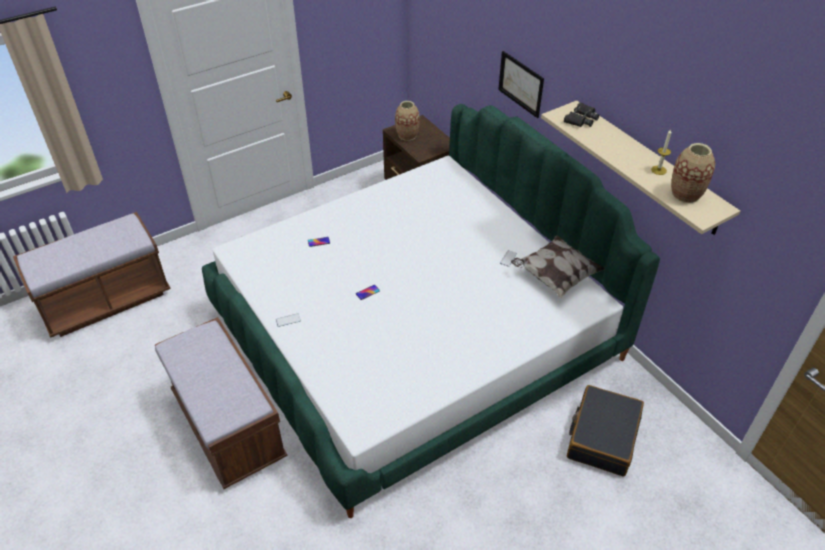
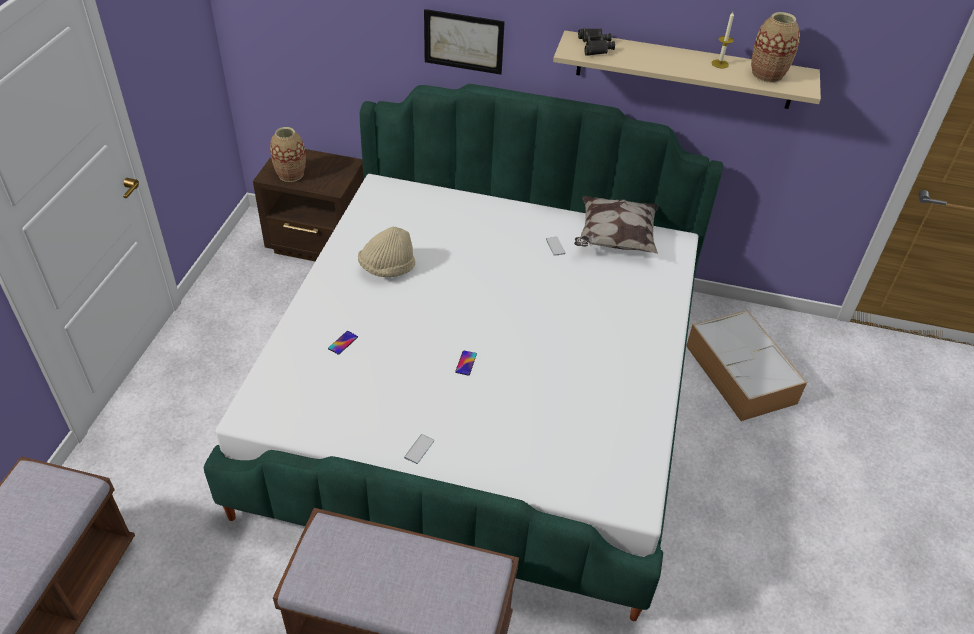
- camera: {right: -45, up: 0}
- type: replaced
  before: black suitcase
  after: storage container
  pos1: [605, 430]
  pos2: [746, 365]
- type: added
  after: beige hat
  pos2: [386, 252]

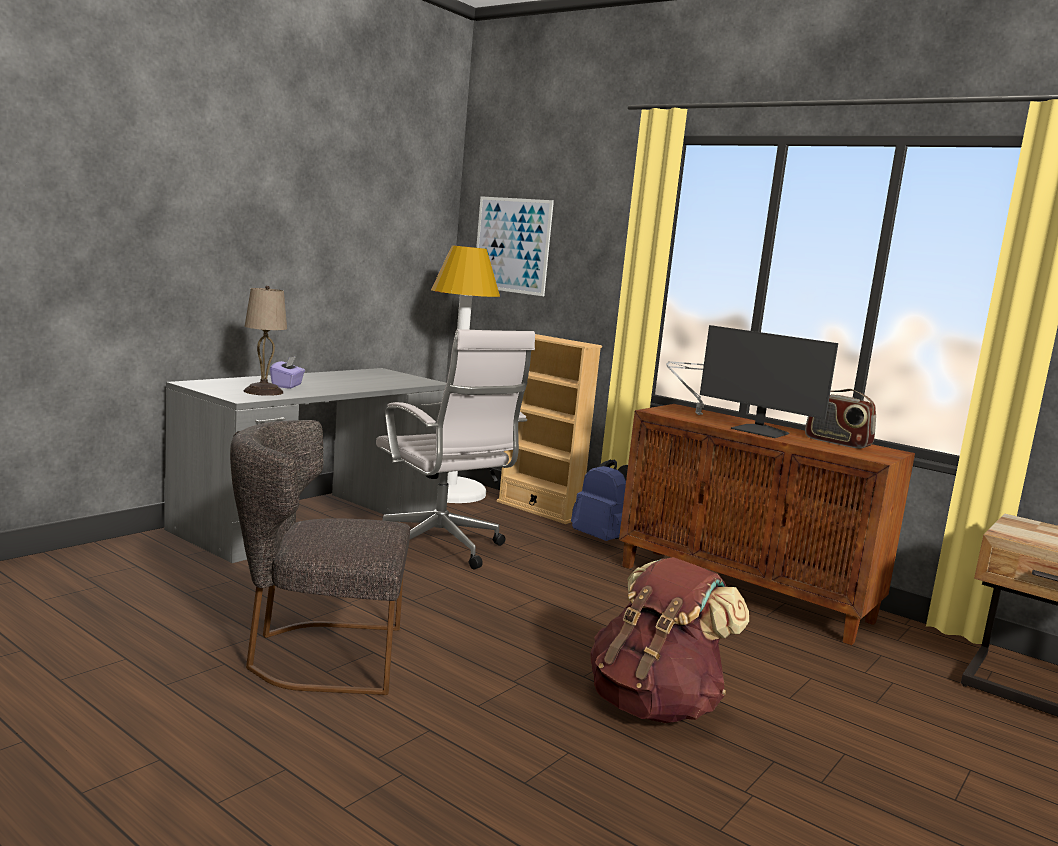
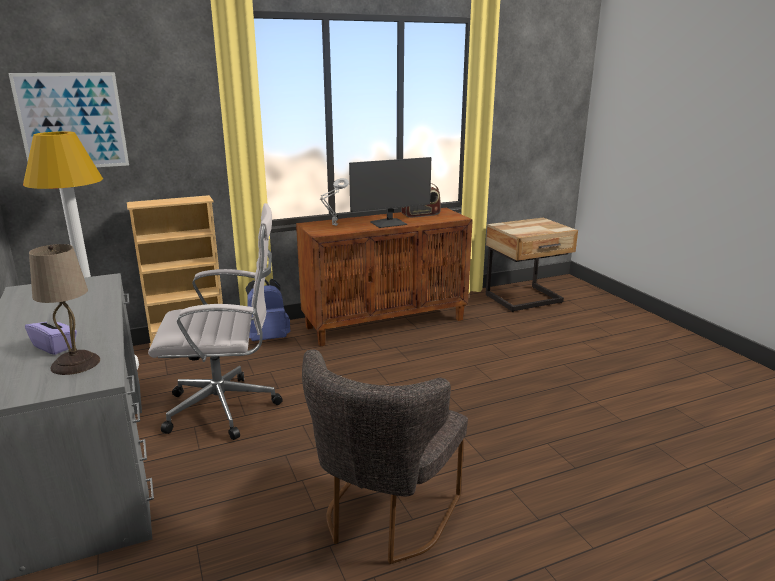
- camera: {right: -60, up: 10}
- type: removed
  before: brown-coloured backpack
  pos1: [670, 640]

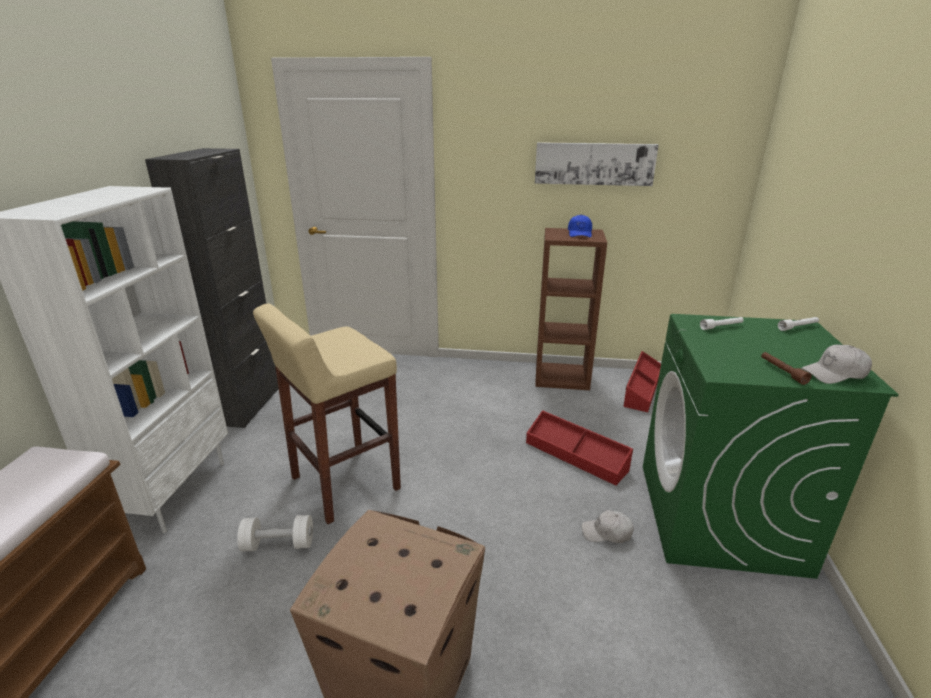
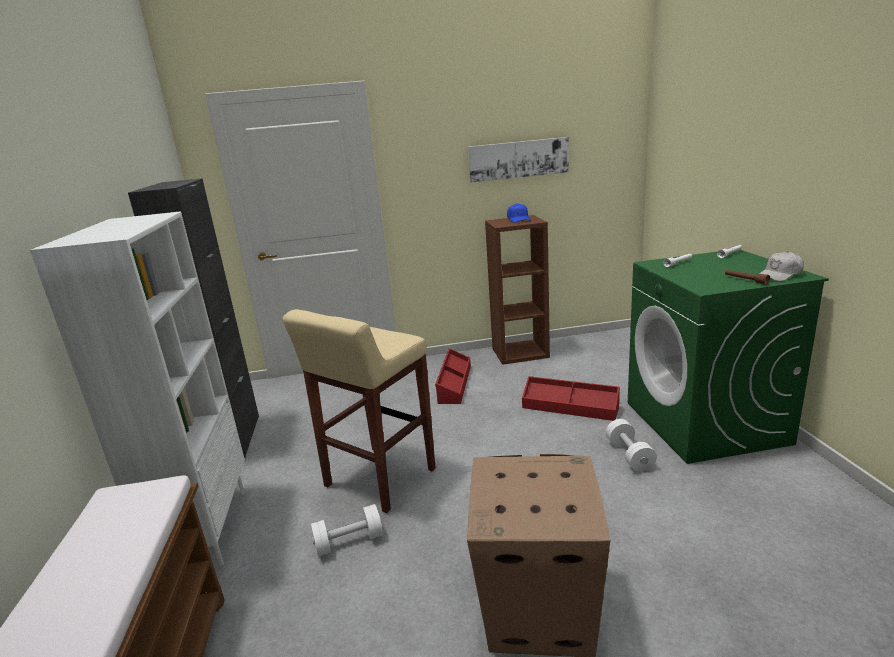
- camera: {right: -15, up: -5}
- type: moved
  before: red-coloured storage container
  pos1: [642, 381]
  pos2: [453, 376]
- type: replaced
  before: whitish cap
  after: whitish hand weight
  pos1: [608, 526]
  pos2: [631, 445]

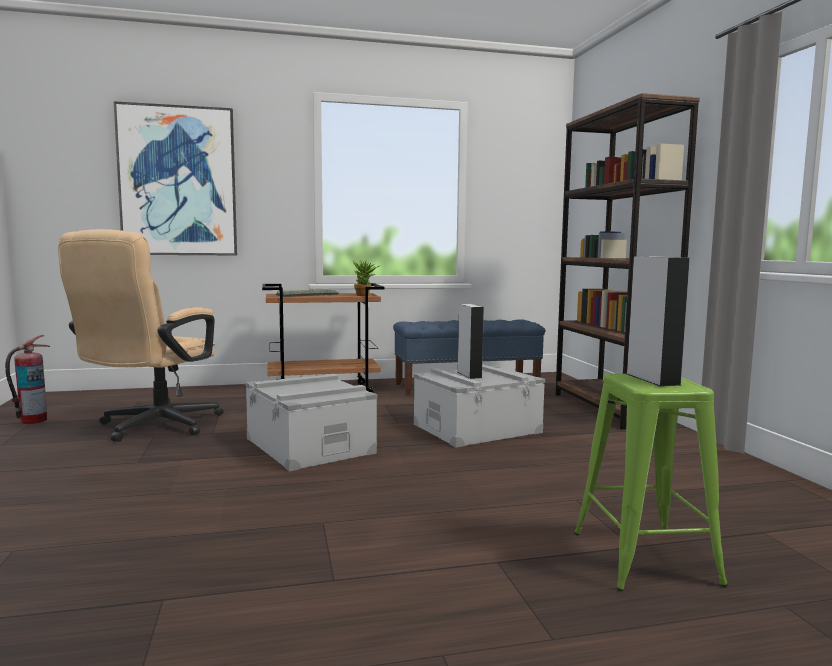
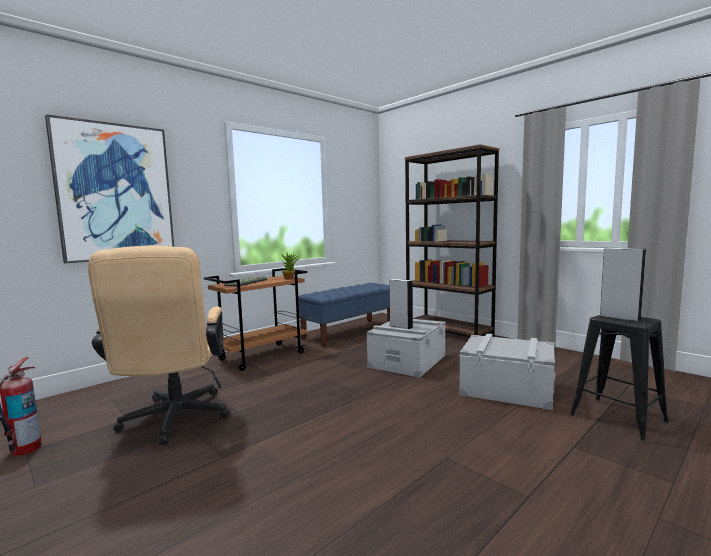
- camera: {right: -30, up: 0}
- type: recoloured
  before: greenish stool seat
  after: black stool seat
  pos1: [651, 482]
  pos2: [619, 378]
- type: moved
  before: greyish storage container
  pos1: [311, 422]
  pos2: [507, 372]

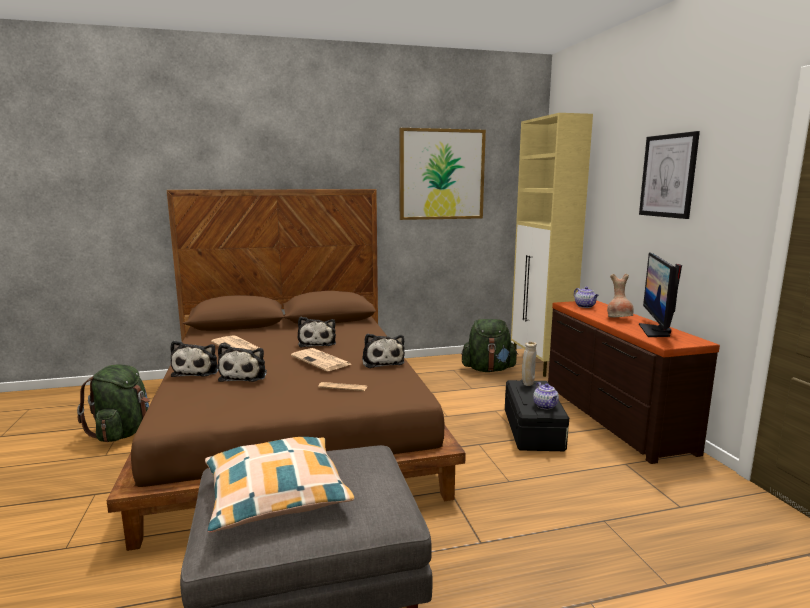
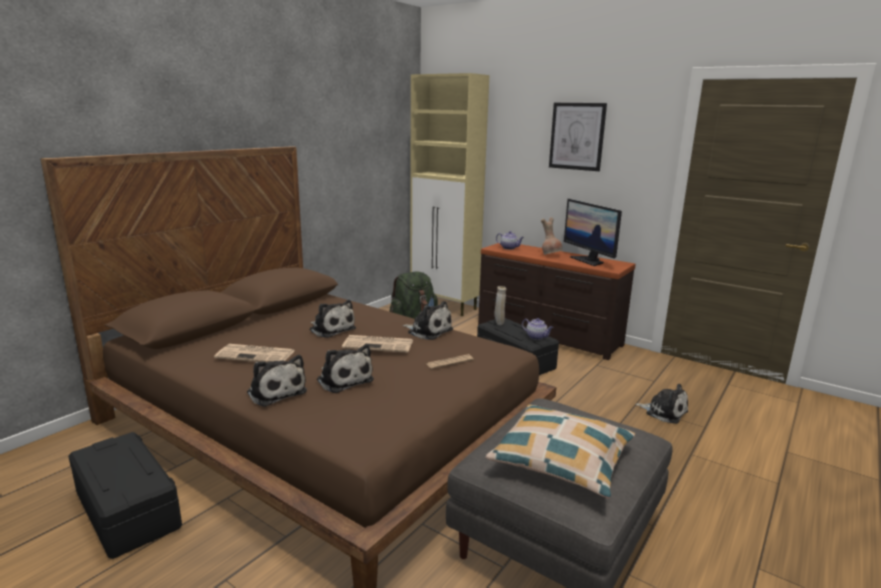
- camera: {right: -40, up: 5}
- type: removed
  before: picture
  pos1: [442, 174]
- type: replaced
  before: greenish backpack
  after: black storage container
  pos1: [113, 403]
  pos2: [125, 495]
- type: added
  after: cuddly toy
  pos2: [661, 404]

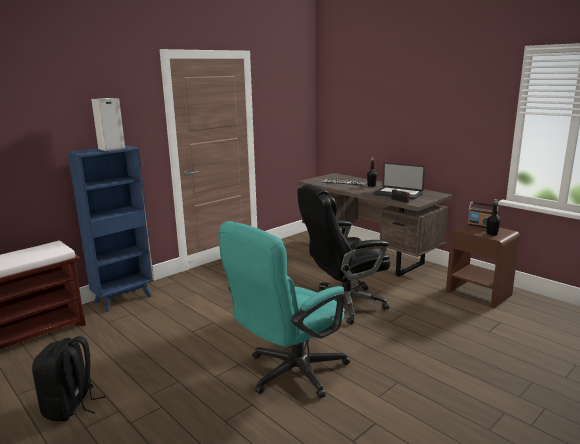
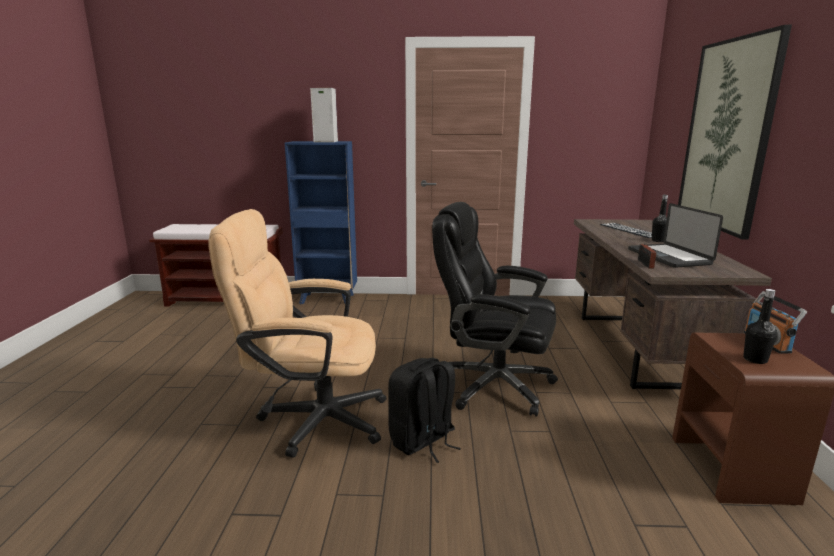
- camera: {right: 45, up: 0}
- type: recoloured
  before: turquoise computer chair
  after: beige computer chair
  pos1: [284, 309]
  pos2: [297, 333]
- type: moved
  before: black backpack
  pos1: [68, 378]
  pos2: [424, 410]
- type: added
  after: picture
  pos2: [735, 132]

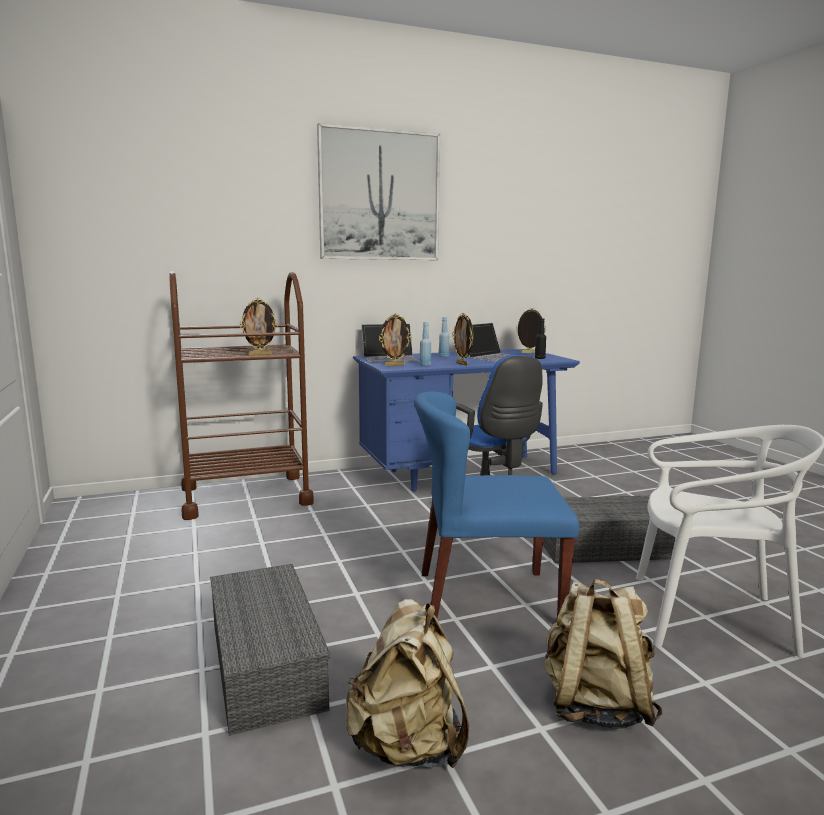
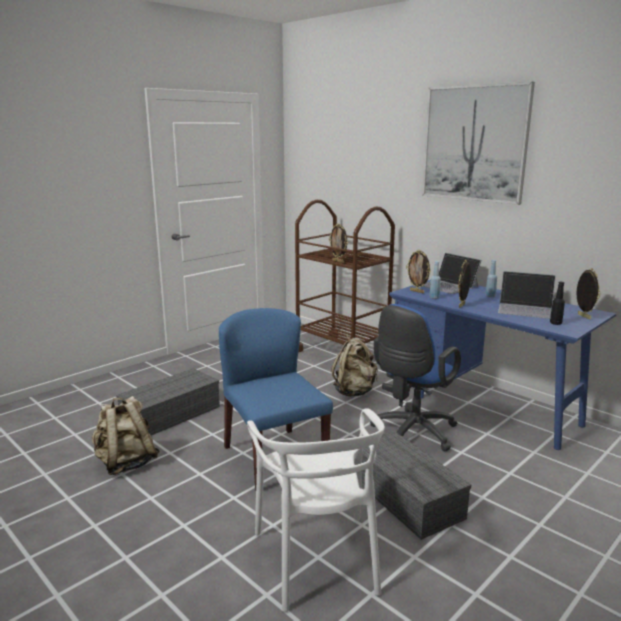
- camera: {right: 65, up: 5}
- type: moved
  before: beige backpack
  pos1: [603, 654]
  pos2: [355, 365]

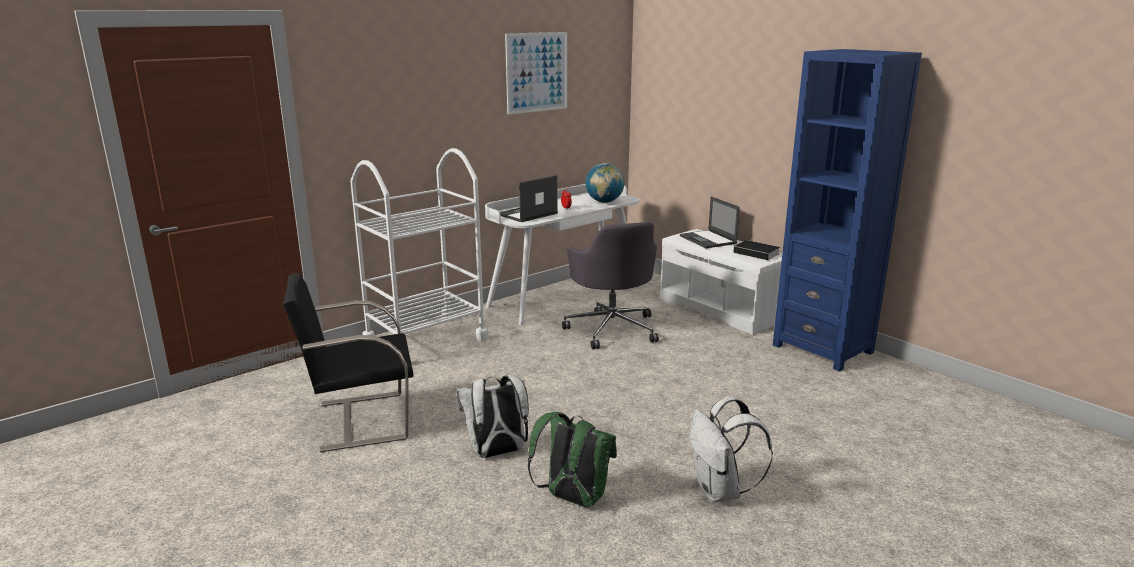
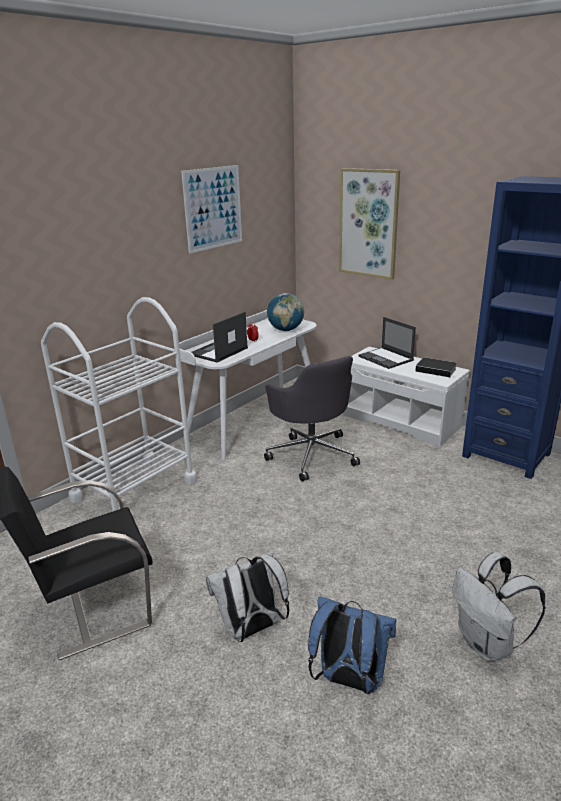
- camera: {right: -10, up: 5}
- type: recoloured
  before: greenish backpack
  after: bluish backpack
  pos1: [572, 459]
  pos2: [352, 645]
- type: added
  after: picture
  pos2: [369, 224]

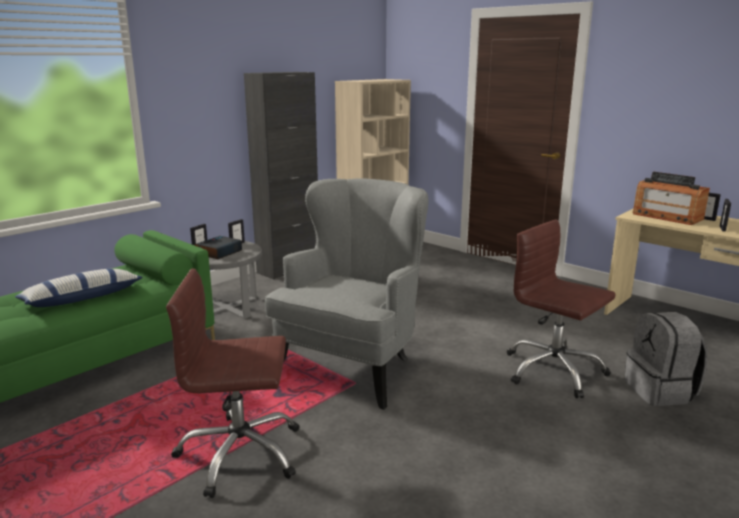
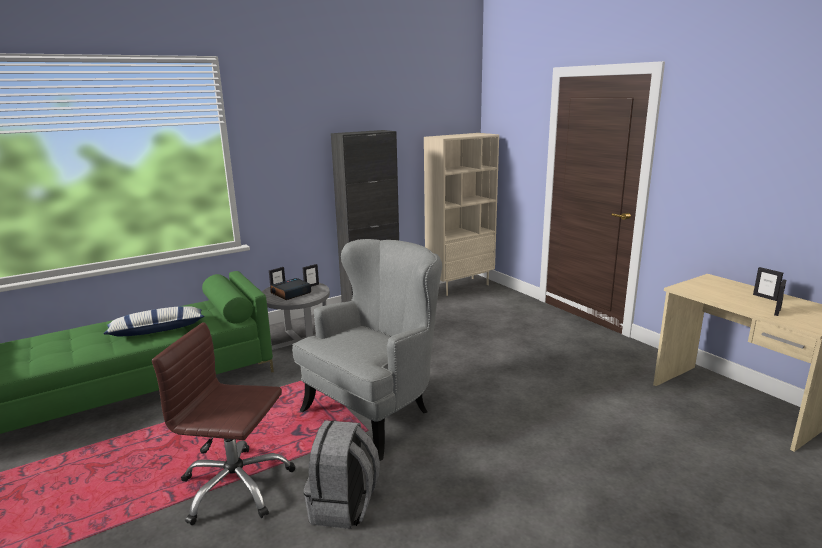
- camera: {right: 15, up: 0}
- type: removed
  before: radio
  pos1: [671, 198]
- type: removed
  before: brown-coloured computer chair
  pos1: [561, 308]
- type: moved
  before: greyish backpack
  pos1: [666, 359]
  pos2: [342, 474]

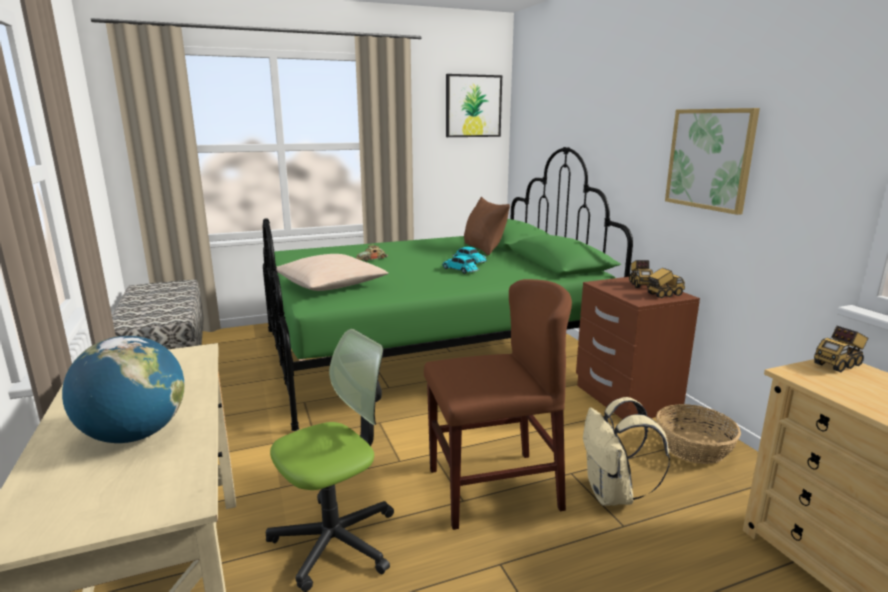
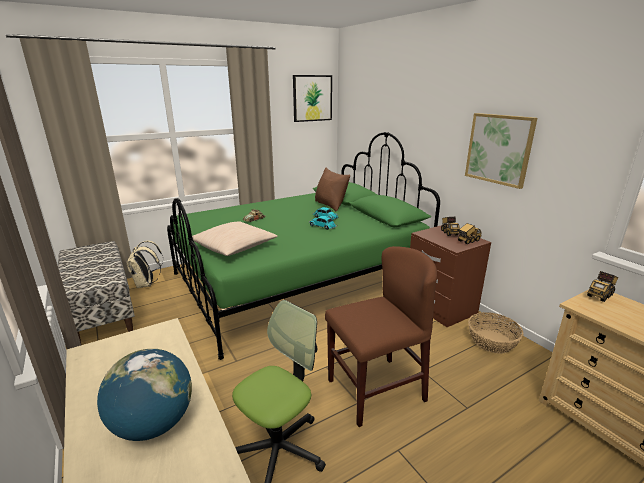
- camera: {right: -10, up: 5}
- type: moved
  before: beige backpack
  pos1: [626, 451]
  pos2: [145, 264]

